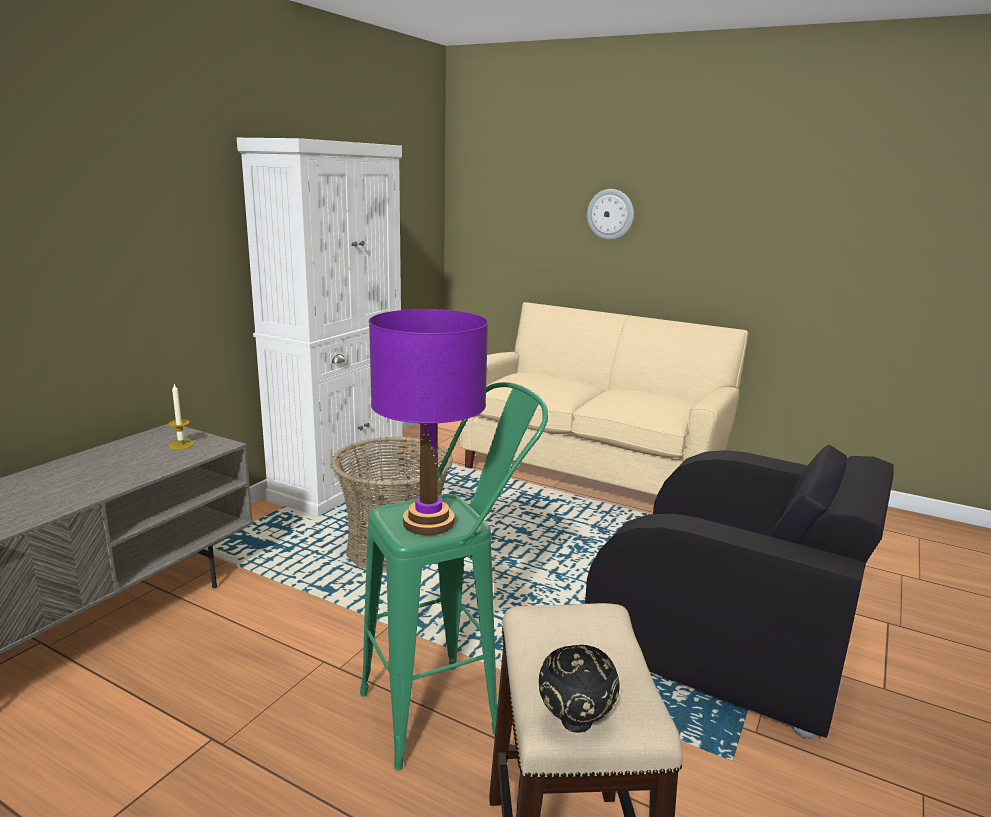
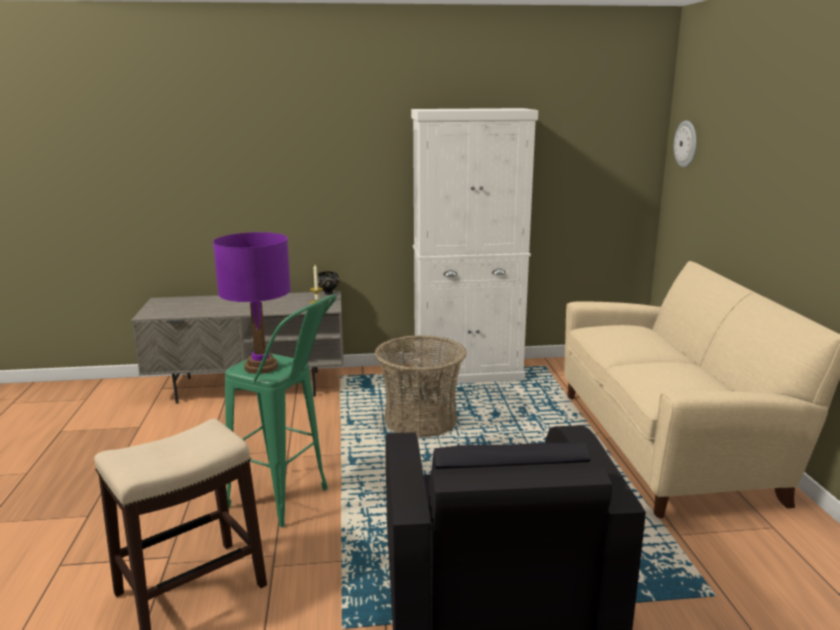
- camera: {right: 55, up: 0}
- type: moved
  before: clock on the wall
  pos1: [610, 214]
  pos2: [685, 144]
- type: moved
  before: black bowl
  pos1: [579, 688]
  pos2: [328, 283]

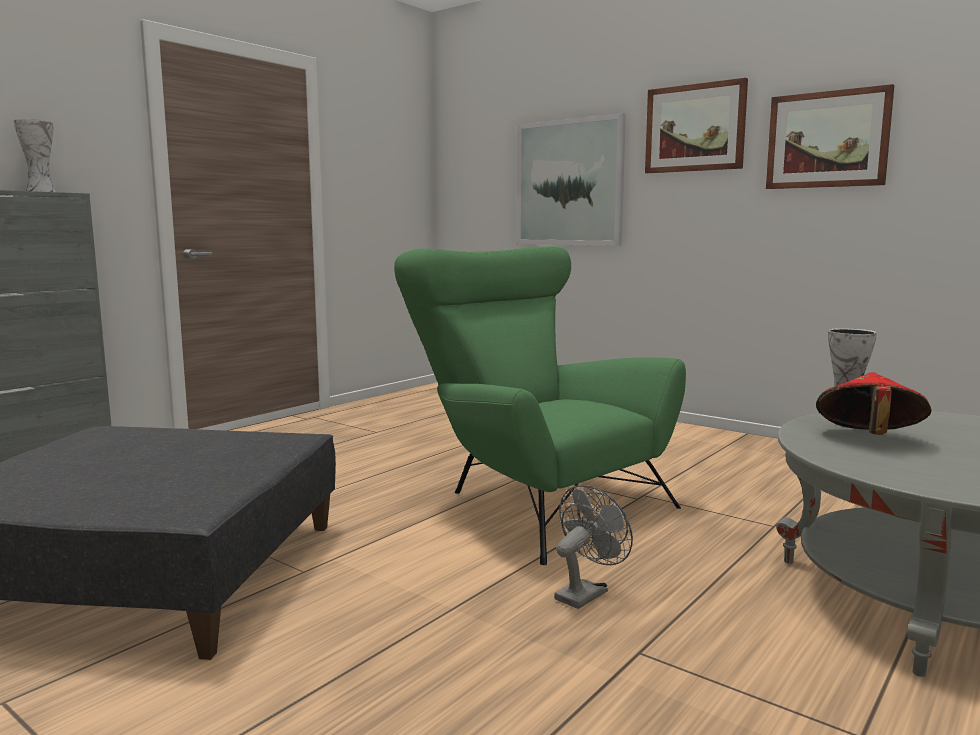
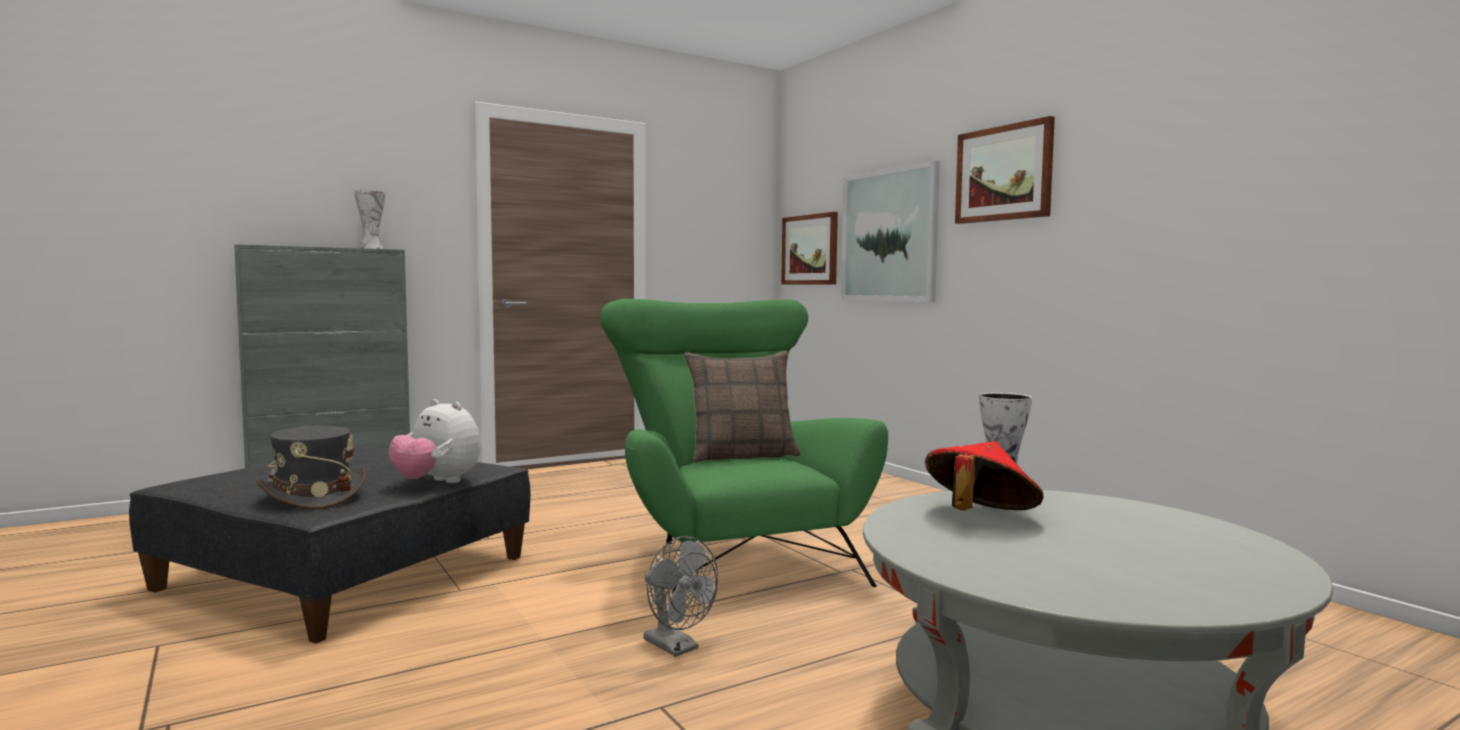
- camera: {right: 20, up: -5}
- type: moved
  before: picture
  pos1: [830, 136]
  pos2: [809, 248]
- type: turned
  before: greyish cooling fan
  pos1: [593, 547]
  pos2: [680, 596]
  turn: 75
- type: added
  after: throw pillow
  pos2: [742, 407]
- type: added
  after: cuddly toy
  pos2: [435, 441]
- type: added
  after: greyish hat
  pos2: [311, 467]

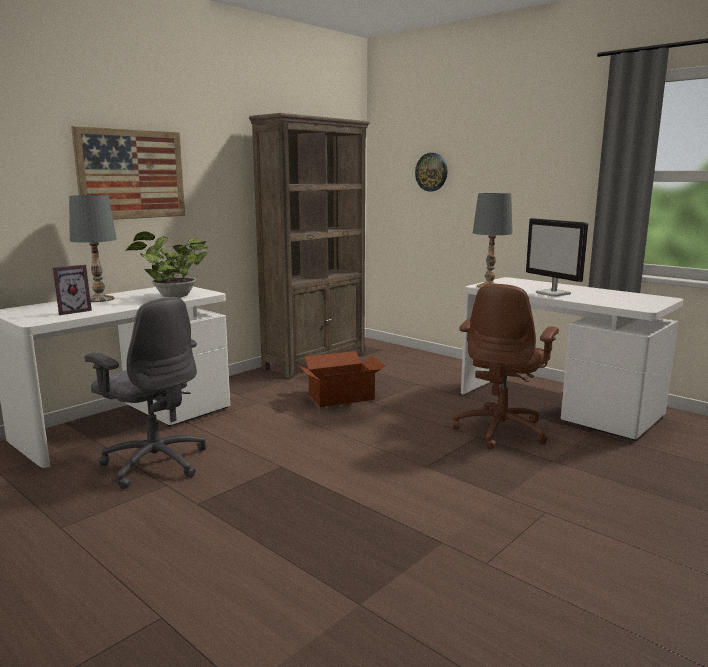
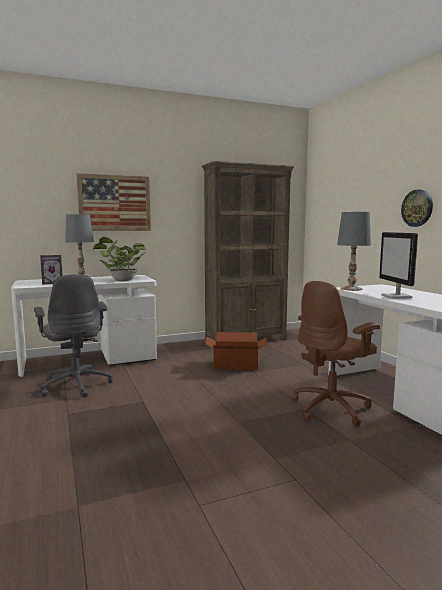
- camera: {right: 25, up: -5}
- type: moved
  before: clock on the wall
  pos1: [431, 172]
  pos2: [417, 208]

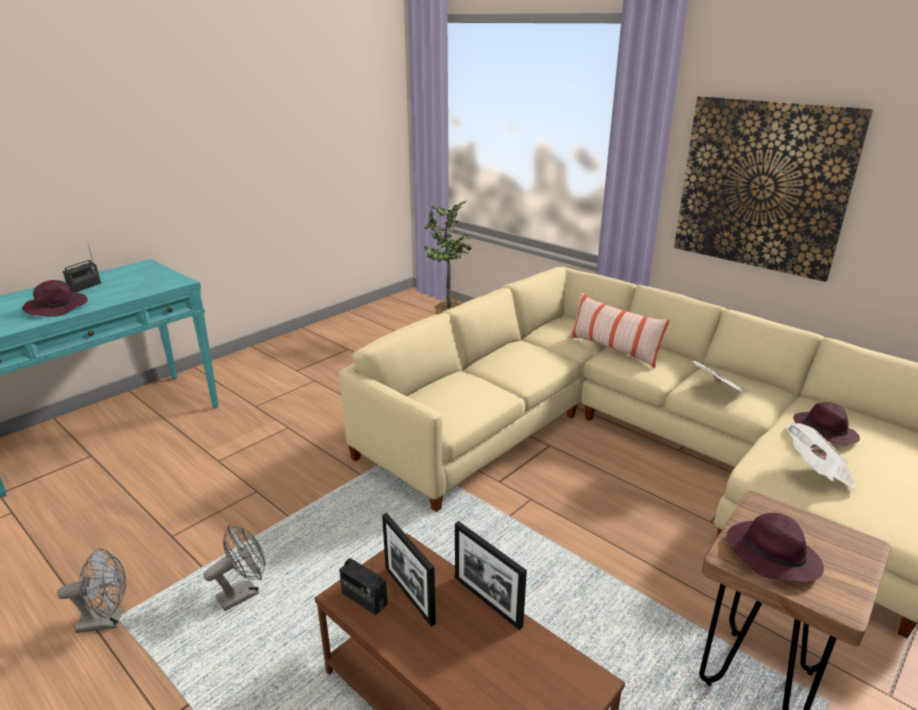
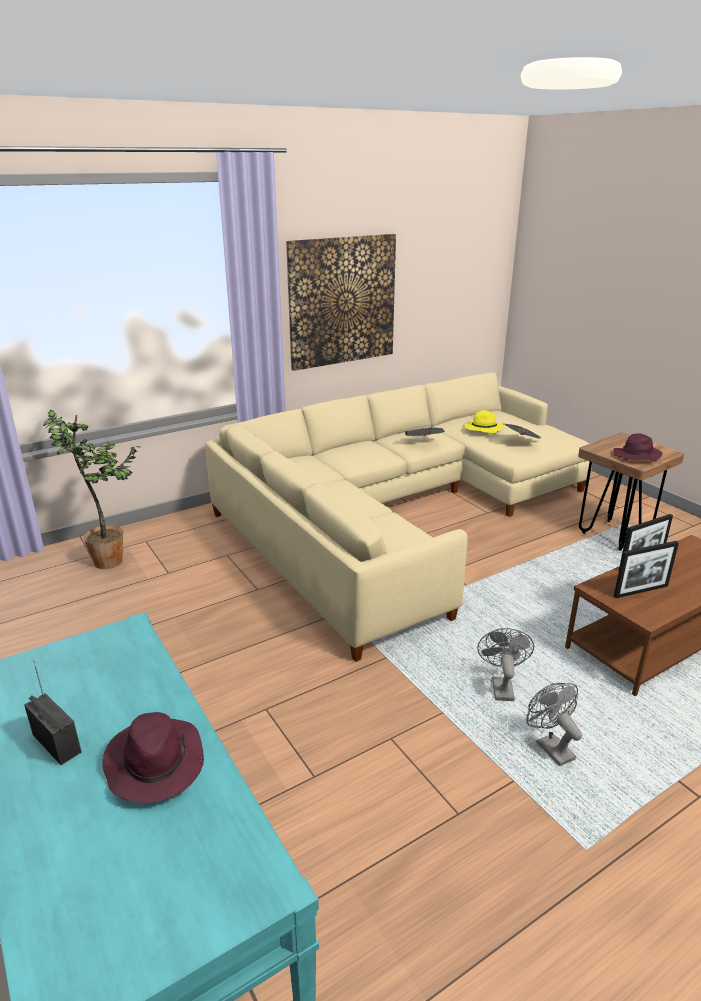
- camera: {right: -75, up: 0}
- type: removed
  before: throw pillow
  pos1: [619, 330]
- type: recoloured
  before: purple-coloured hat
  after: yellow-coloured hat
  pos1: [826, 423]
  pos2: [484, 422]
- type: moved
  before: greyish cooling fan
  pos1: [91, 590]
  pos2: [505, 664]
- type: removed
  before: radio
  pos1: [363, 587]

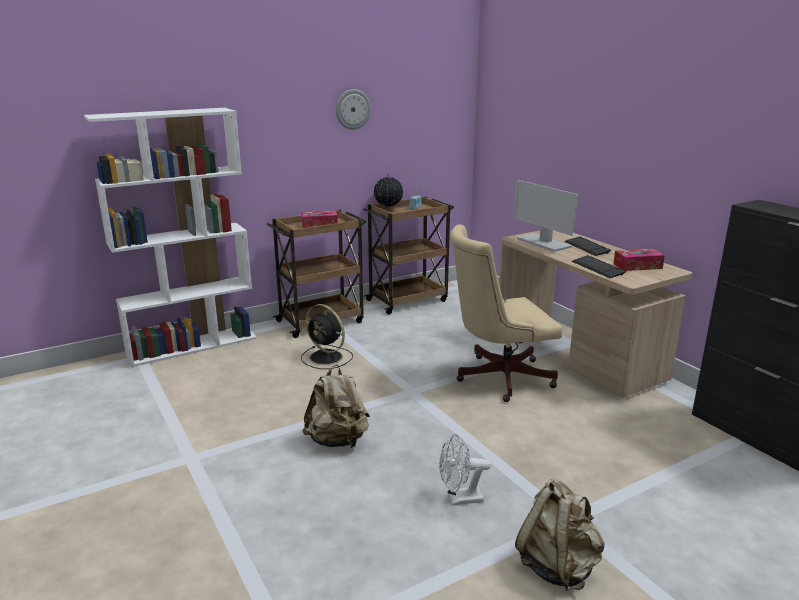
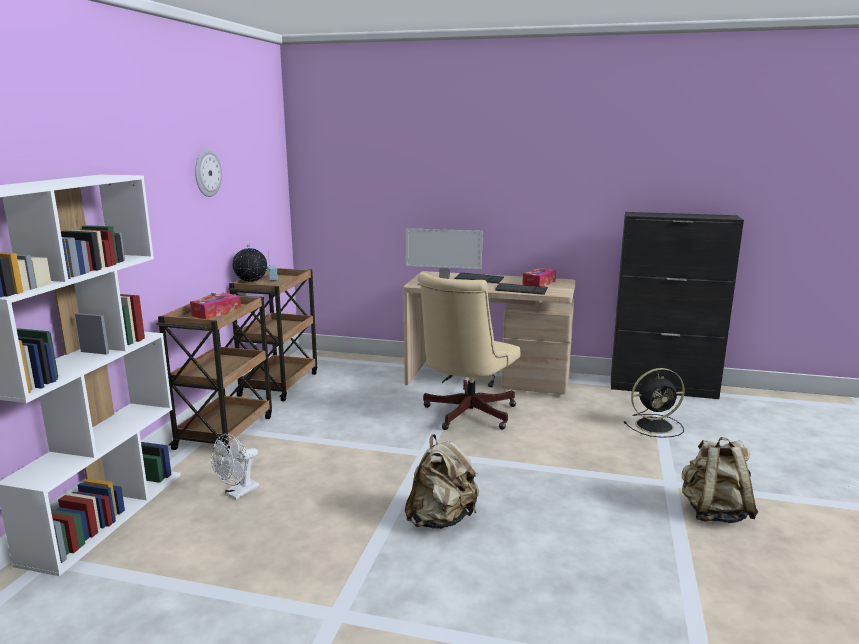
- camera: {right: -45, up: -5}
- type: moved
  before: black cooling fan
  pos1: [327, 336]
  pos2: [654, 403]
- type: moved
  before: whitish cooling fan
  pos1: [465, 470]
  pos2: [235, 466]

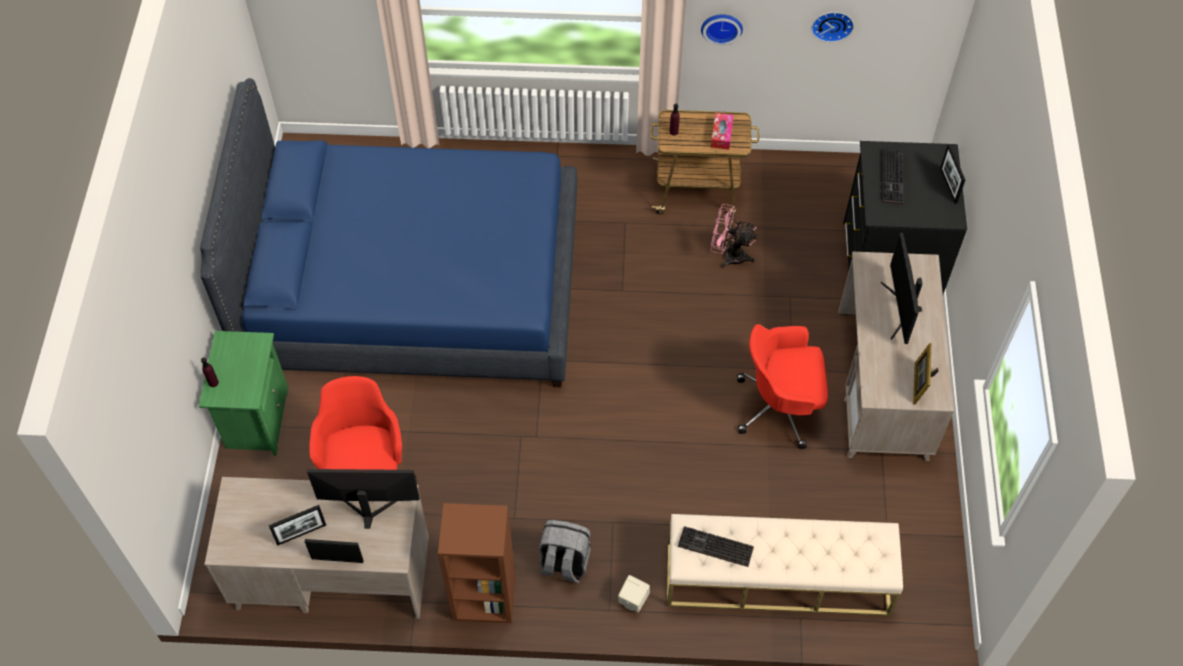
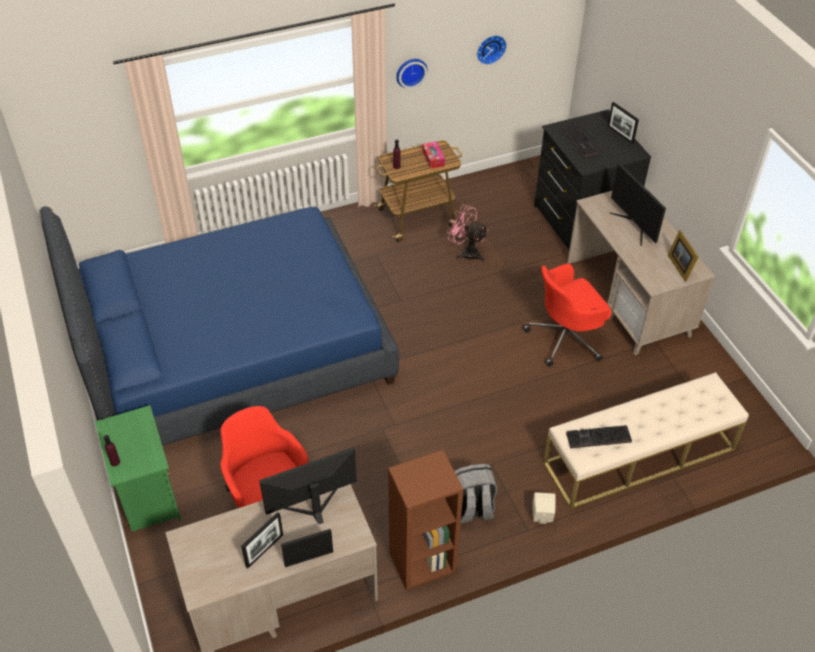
- camera: {right: -25, up: -10}
- type: turned
  before: pink-coloured cooling fan
  pos1: [734, 236]
  pos2: [467, 233]
  turn: 45

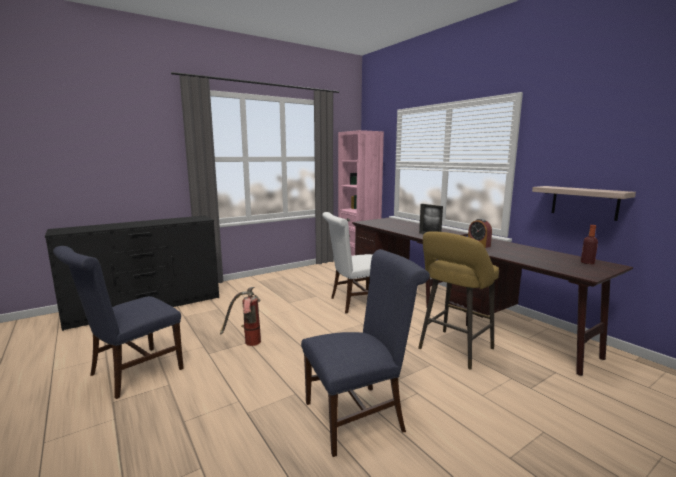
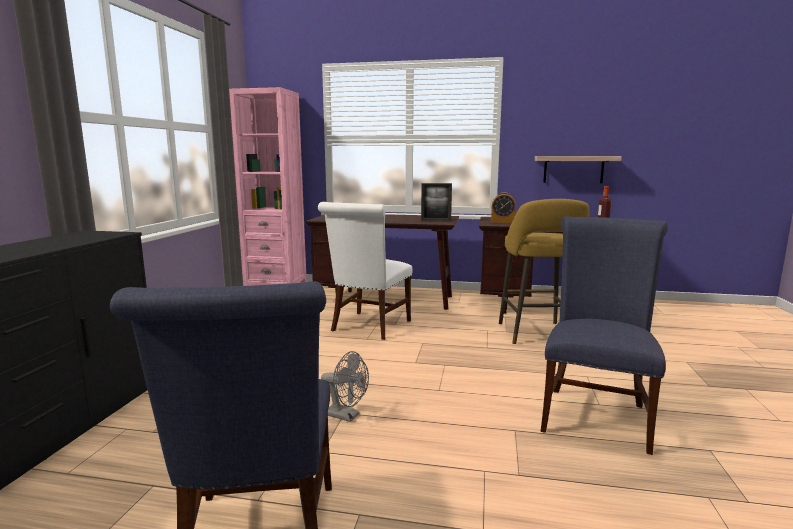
- camera: {right: -45, up: 0}
- type: replaced
  before: fire extinguisher
  after: greyish cooling fan
  pos1: [240, 316]
  pos2: [345, 386]

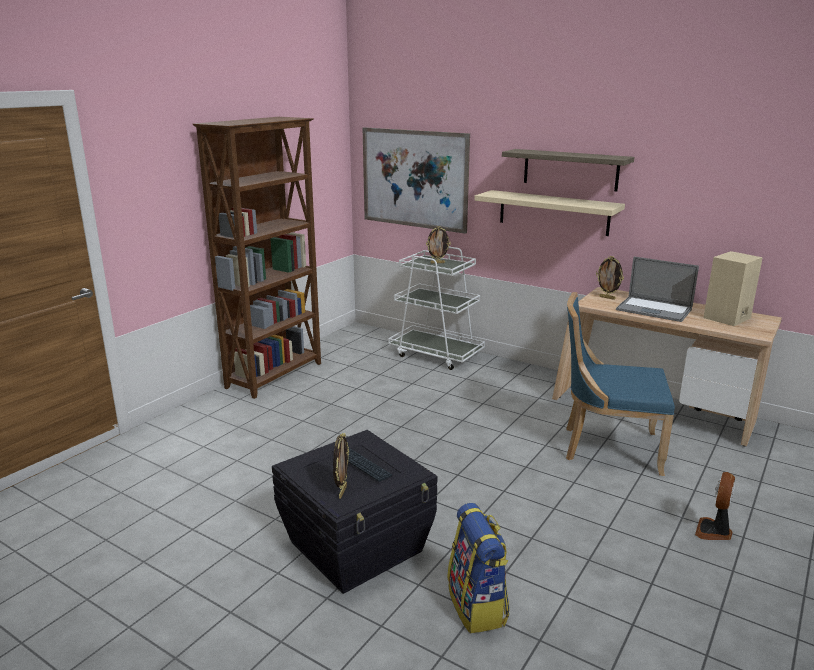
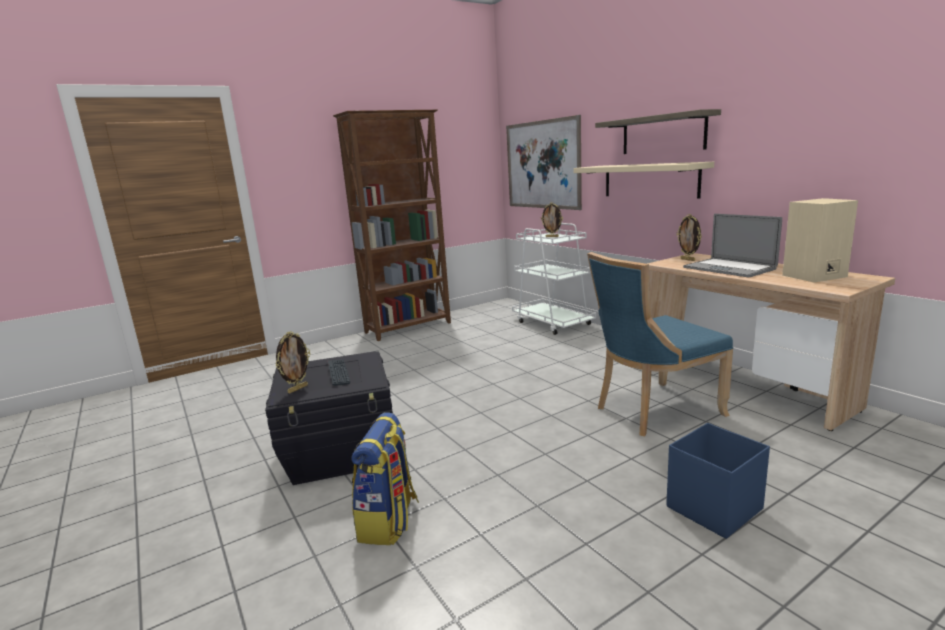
- camera: {right: 25, up: -5}
- type: turned
  before: bluish upright chair
  pos1: [620, 384]
  pos2: [660, 344]
  turn: -60
- type: replaced
  before: cooling fan
  after: bluish storage container
  pos1: [715, 506]
  pos2: [718, 481]

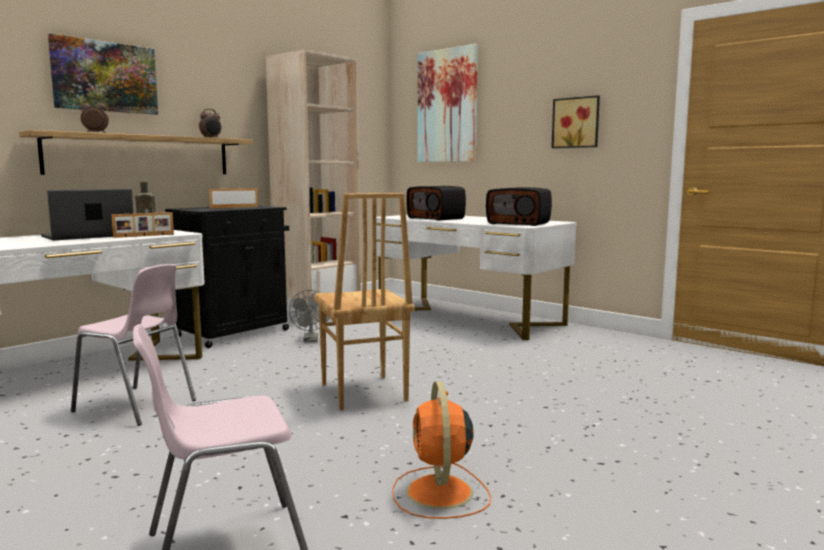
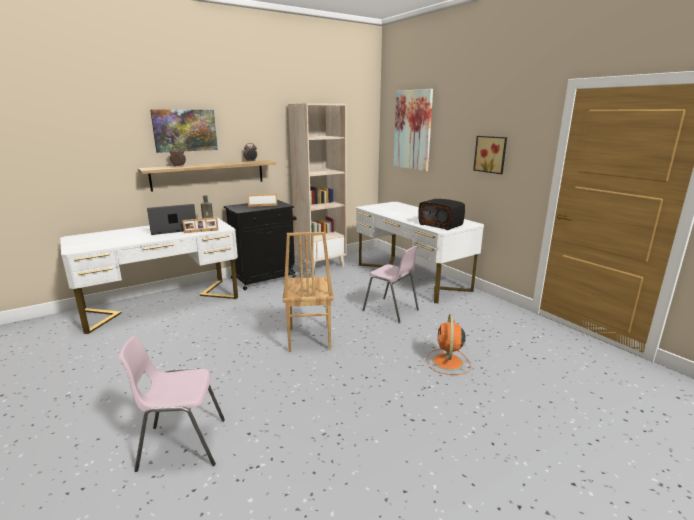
- camera: {right: 15, up: 10}
- type: removed
  before: radio
  pos1: [436, 203]
- type: moved
  before: pink-coloured upright chair
  pos1: [133, 345]
  pos2: [391, 284]
- type: moved
  before: orange cooling fan
  pos1: [441, 450]
  pos2: [448, 344]

